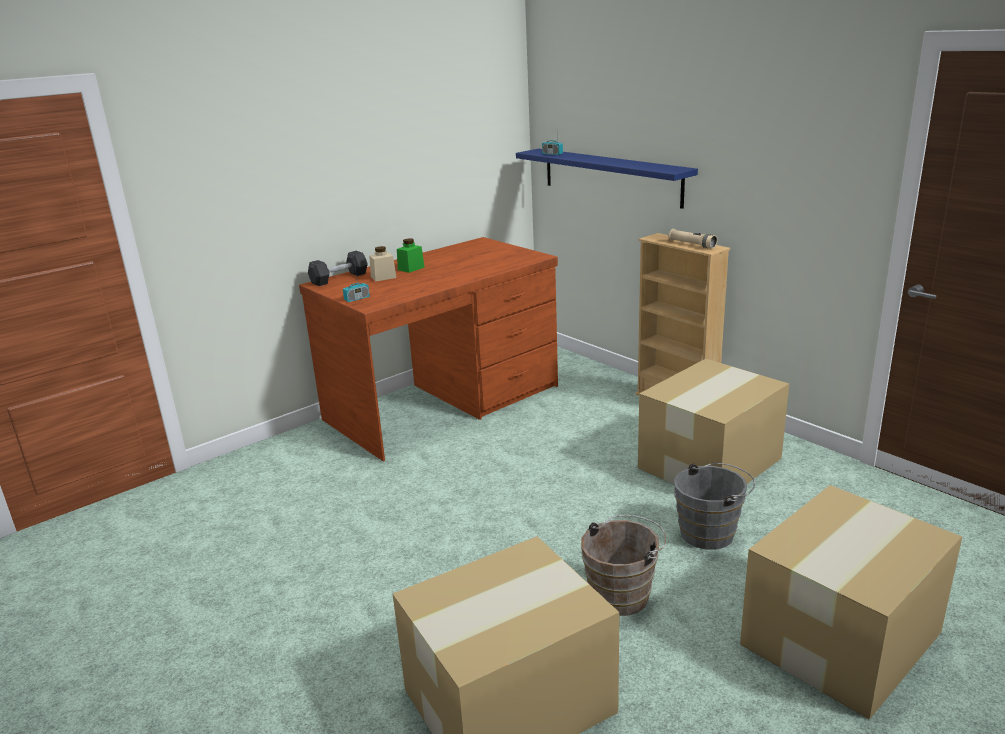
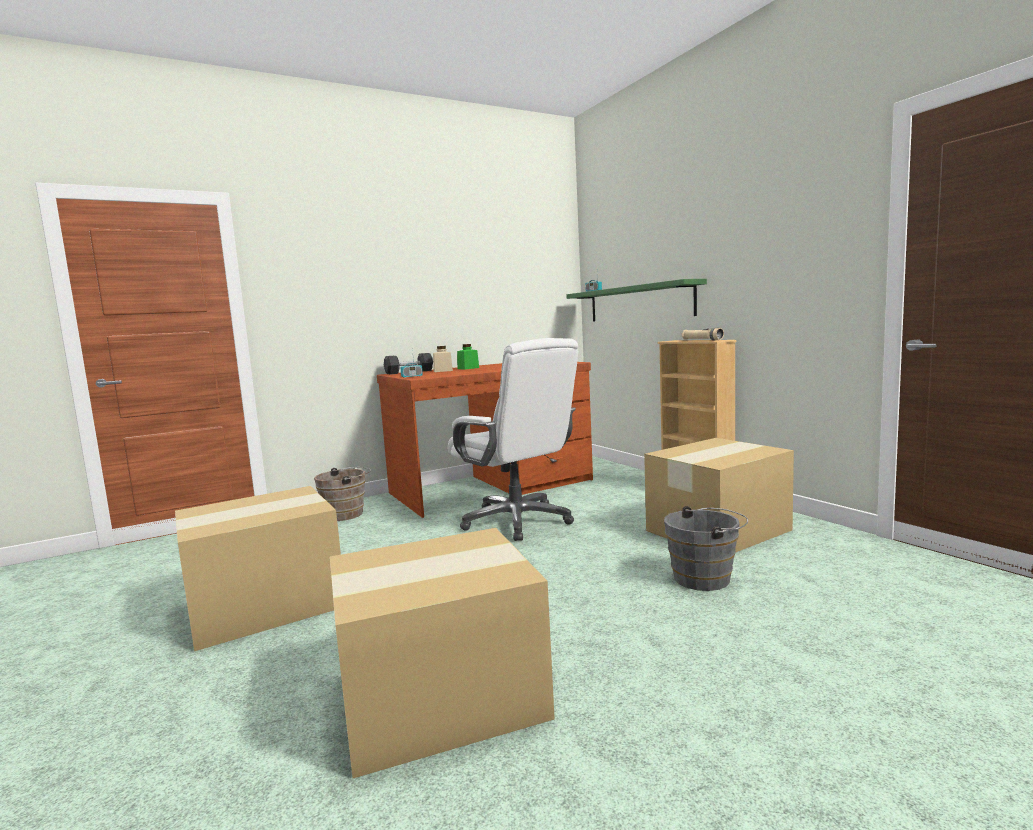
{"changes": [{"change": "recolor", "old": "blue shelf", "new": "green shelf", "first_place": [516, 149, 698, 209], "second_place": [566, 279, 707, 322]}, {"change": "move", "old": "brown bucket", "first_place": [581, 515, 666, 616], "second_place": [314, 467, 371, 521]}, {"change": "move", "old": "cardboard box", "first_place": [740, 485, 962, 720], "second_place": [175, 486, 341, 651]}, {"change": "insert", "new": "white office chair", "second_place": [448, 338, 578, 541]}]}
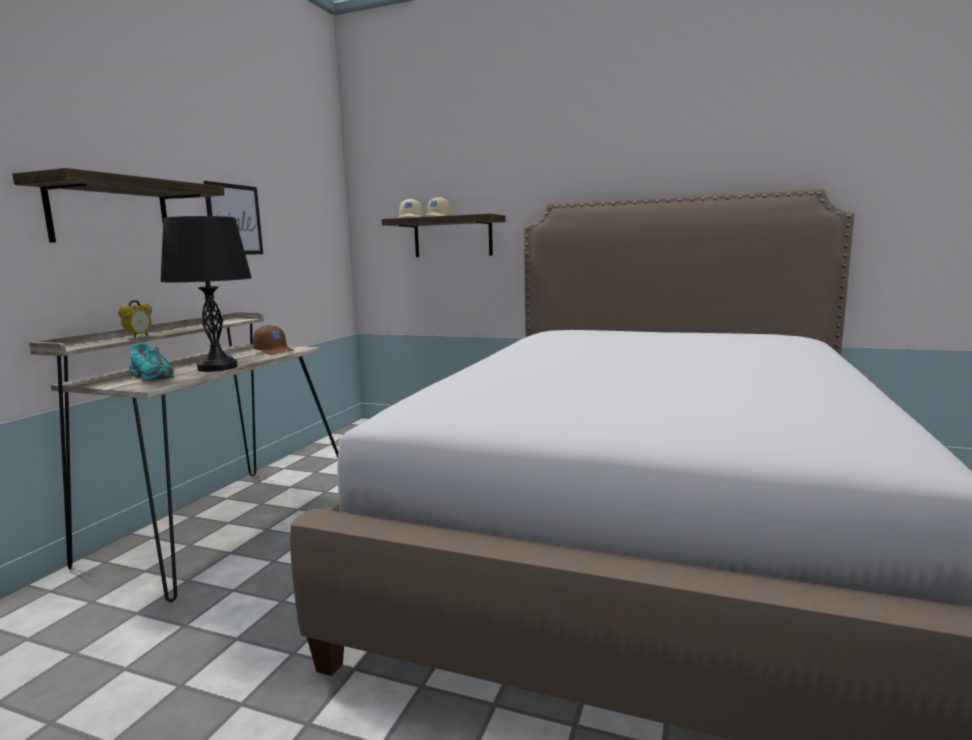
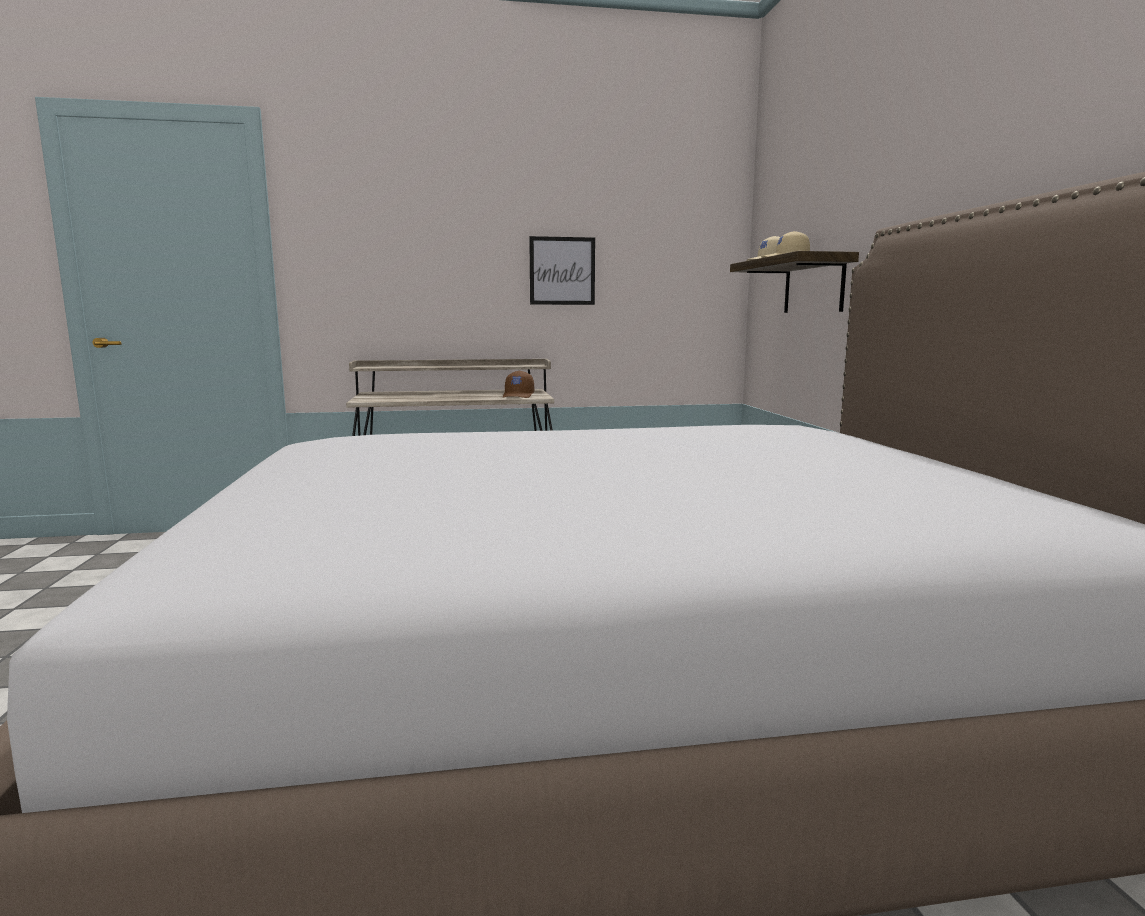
{"changes": [{"change": "delete", "old": "shelf", "first_place": [12, 168, 225, 243]}, {"change": "delete", "old": "alarm clock", "first_place": [118, 300, 152, 338]}, {"change": "delete", "old": "turquoise shoe", "first_place": [129, 343, 174, 381]}, {"change": "delete", "old": "black table lamp", "first_place": [160, 216, 252, 372]}]}
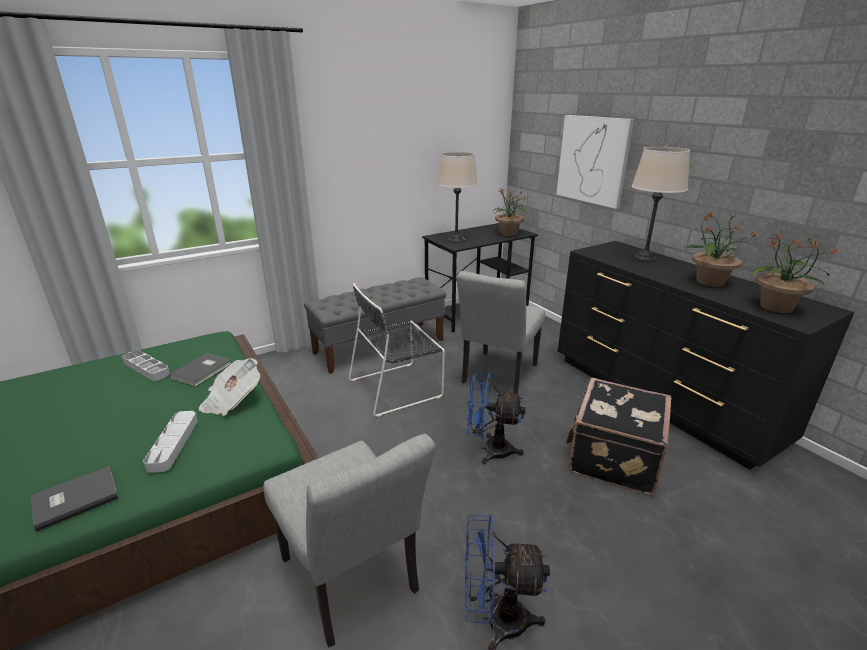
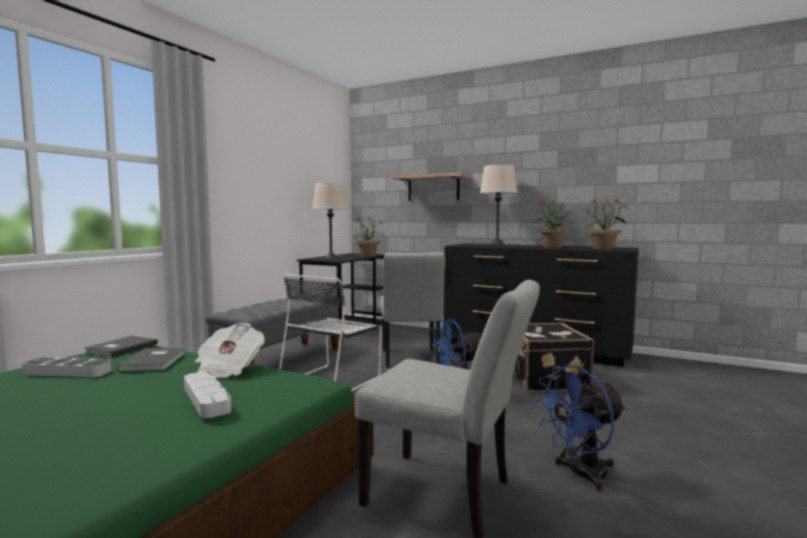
{"changes": [{"change": "move", "old": "grey book", "first_place": [31, 466, 118, 532], "second_place": [85, 336, 158, 358]}, {"change": "replace", "old": "picture", "new": "shelf", "first_place": [556, 115, 634, 209], "second_place": [391, 173, 468, 201]}]}
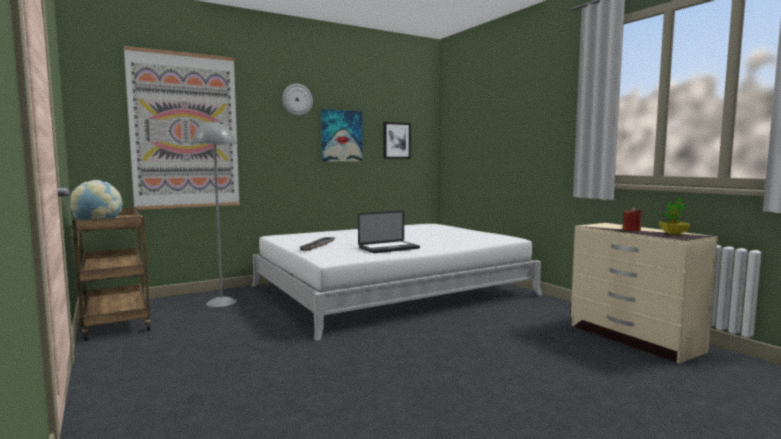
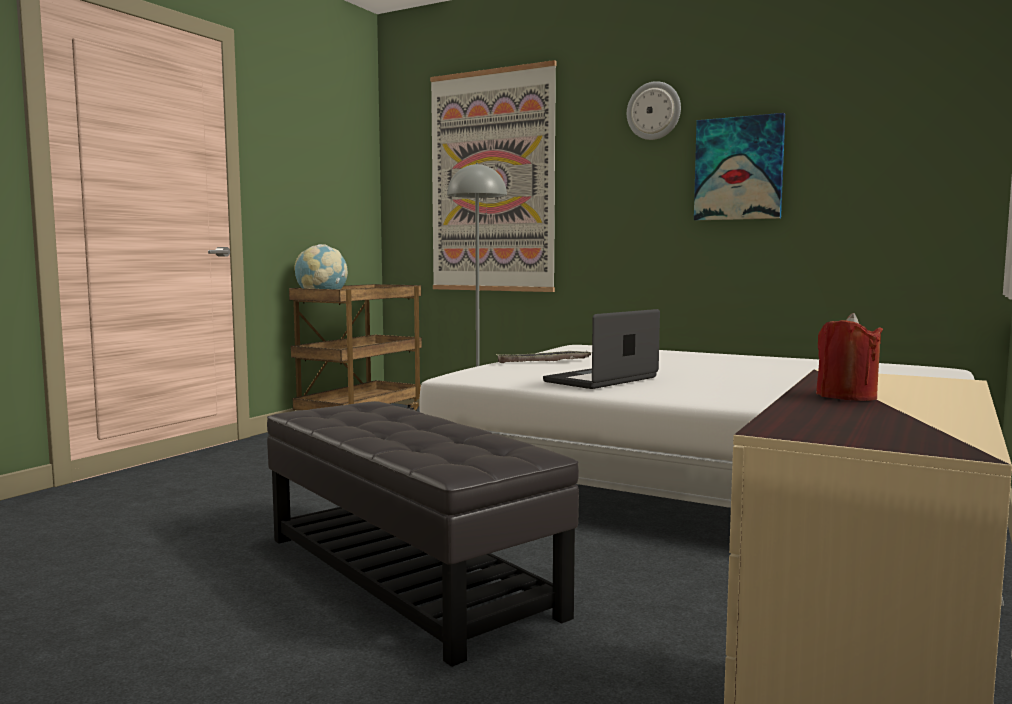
{"changes": [{"change": "rotate", "old": "laptop", "first_place": [358, 211, 420, 253], "second_place": [543, 309, 660, 389], "degrees": 105}, {"change": "delete", "old": "picture", "first_place": [383, 122, 411, 159]}, {"change": "delete", "old": "potted plant", "first_place": [659, 198, 691, 235]}, {"change": "insert", "new": "black ottoman", "second_place": [267, 401, 579, 667]}]}
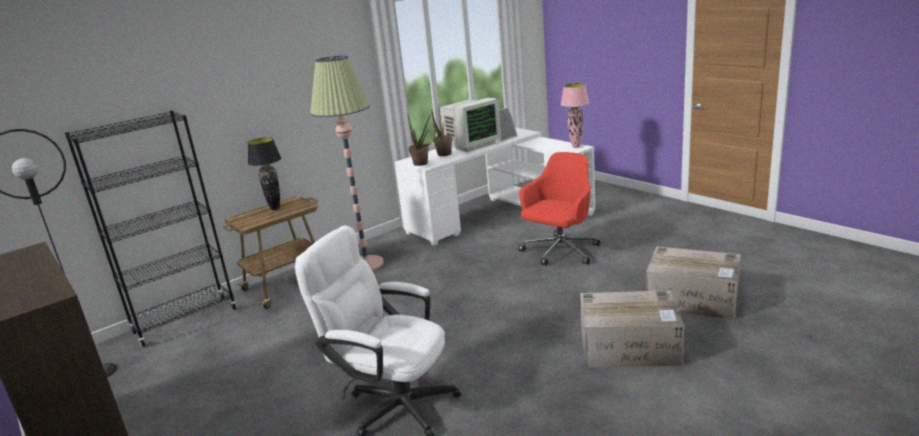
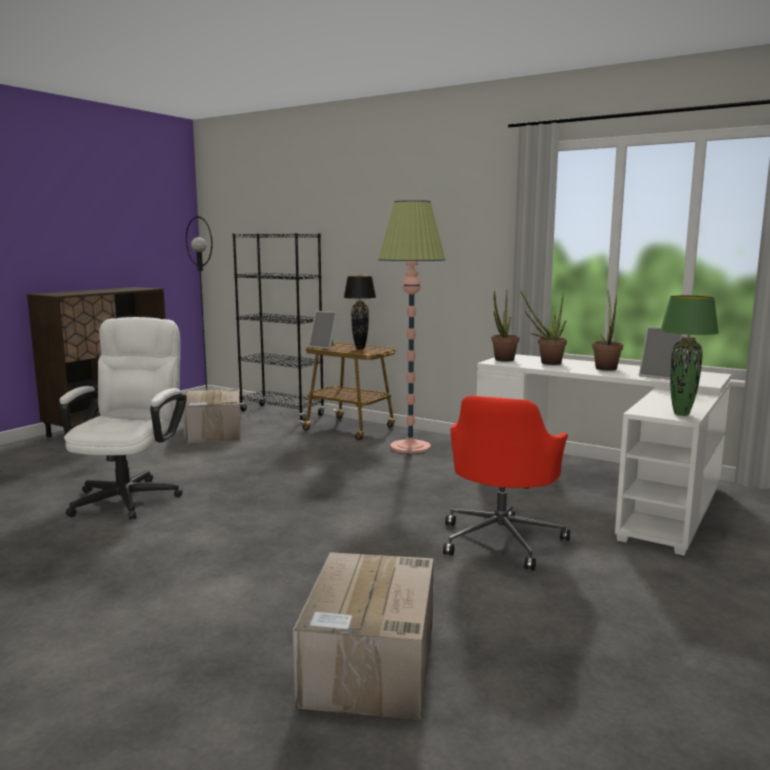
{"changes": [{"change": "replace", "old": "monitor", "new": "potted plant", "first_place": [439, 97, 501, 152], "second_place": [592, 290, 623, 371]}, {"change": "rotate", "old": "red office chair", "first_place": [518, 152, 600, 266], "second_place": [443, 395, 570, 570], "degrees": 90}, {"change": "recolor", "old": "pink table lamp", "new": "green table lamp", "first_place": [561, 83, 589, 148], "second_place": [660, 295, 719, 416]}, {"change": "move", "old": "cardboard box", "first_place": [580, 290, 684, 367], "second_place": [183, 389, 241, 443]}, {"change": "insert", "new": "picture frame", "second_place": [309, 311, 337, 349]}]}
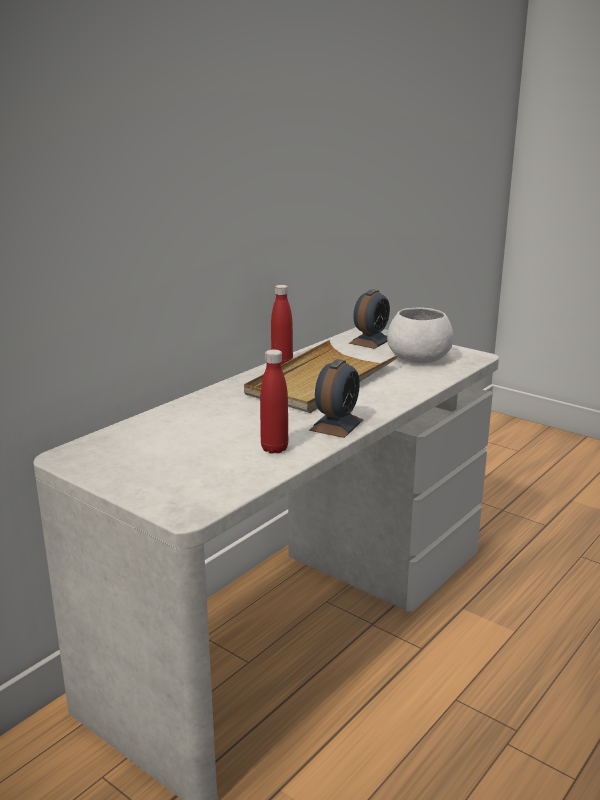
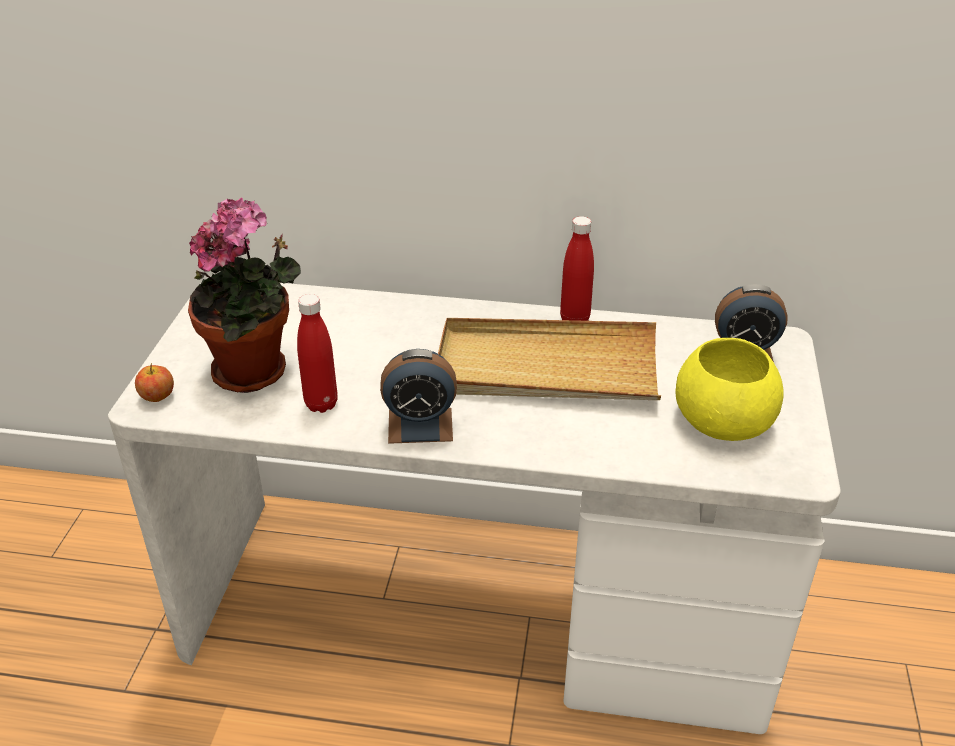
{"changes": [{"change": "recolor", "old": "white bowl", "new": "yellow bowl", "first_place": [387, 308, 453, 363], "second_place": [676, 338, 784, 441]}, {"change": "insert", "new": "apple", "second_place": [135, 363, 174, 402]}, {"change": "insert", "new": "potted plant", "second_place": [188, 197, 301, 393]}]}
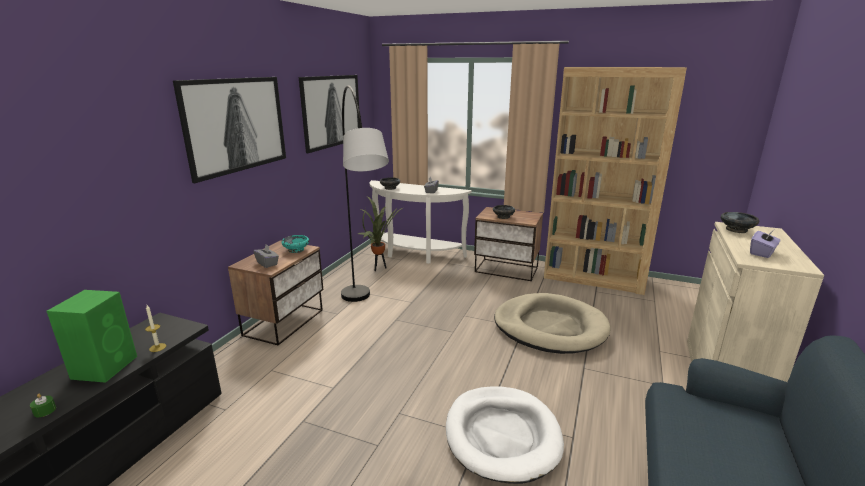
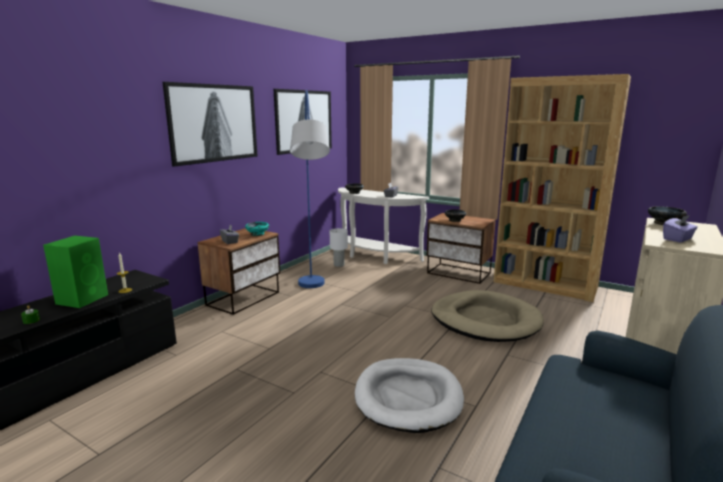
{"changes": [{"change": "recolor", "old": "grey floor lamp", "new": "blue floor lamp", "first_place": [341, 85, 389, 302], "second_place": [290, 90, 330, 288]}, {"change": "replace", "old": "potted plant", "new": "white table lamp", "first_place": [358, 196, 403, 271], "second_place": [330, 228, 348, 267]}]}
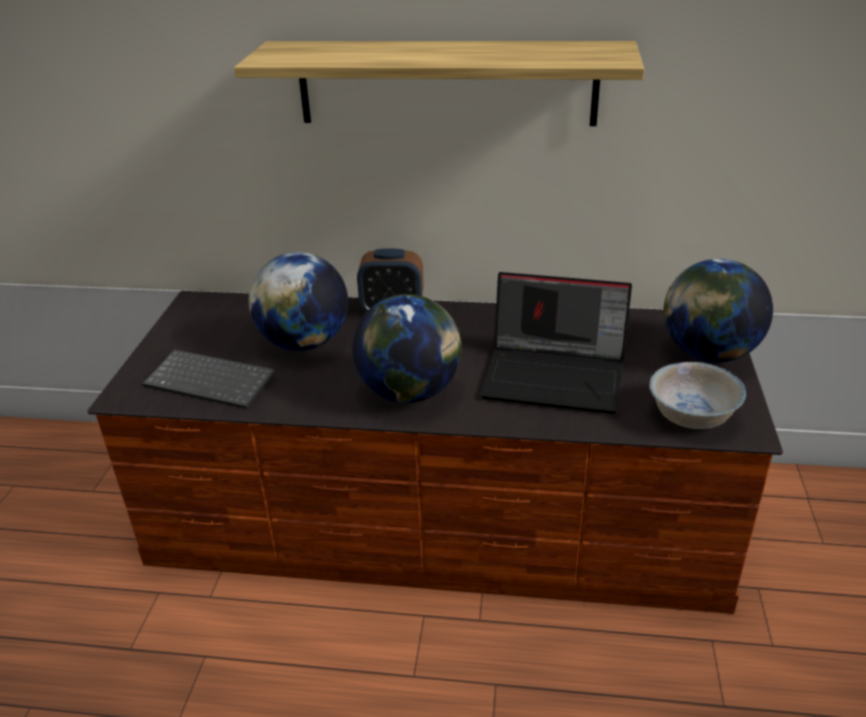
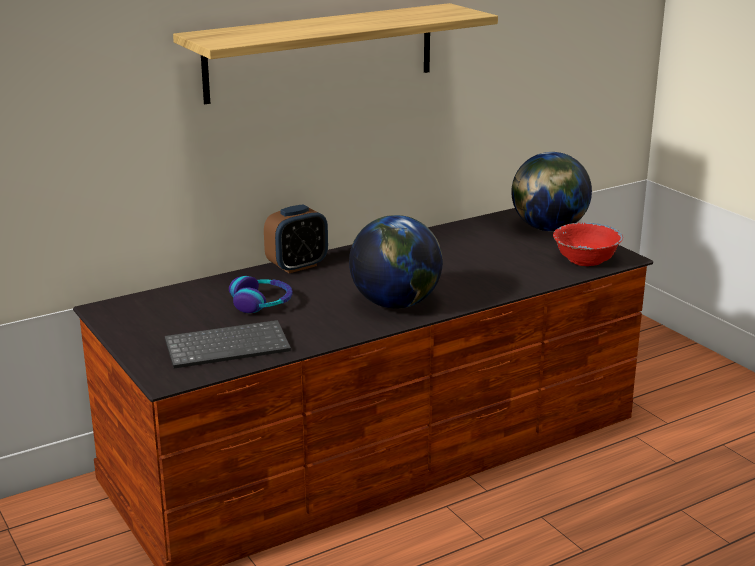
{"changes": [{"change": "replace", "old": "globe", "new": "headphones", "first_place": [248, 252, 348, 351], "second_place": [229, 276, 293, 313]}, {"change": "delete", "old": "laptop", "first_place": [480, 272, 632, 414]}, {"change": "recolor", "old": "white bowl", "new": "red bowl", "first_place": [649, 362, 746, 429], "second_place": [553, 222, 623, 266]}]}
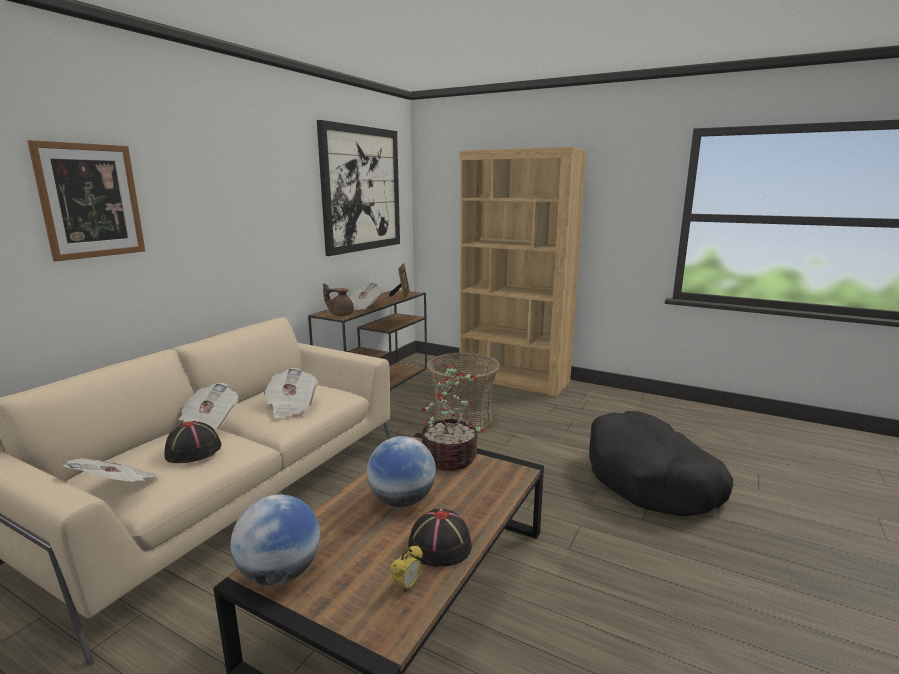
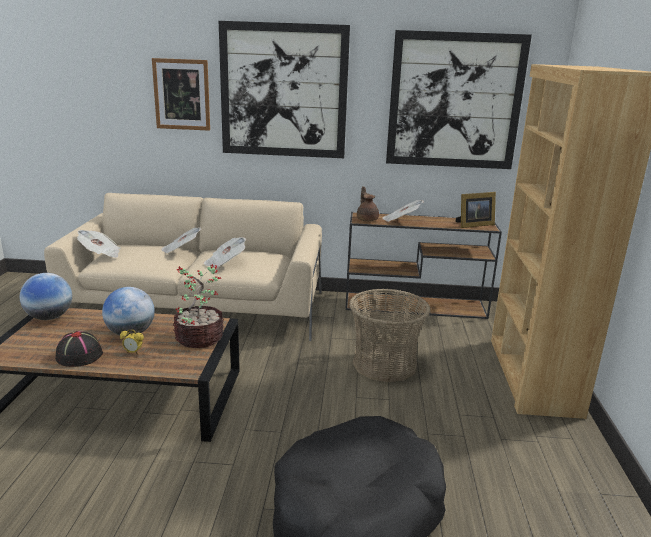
{"changes": [{"change": "delete", "old": "black hat", "first_place": [164, 421, 222, 463]}, {"change": "move", "old": "alarm clock", "first_place": [390, 545, 423, 593], "second_place": [120, 329, 144, 354]}, {"change": "insert", "new": "picture", "second_place": [219, 21, 350, 158]}]}
